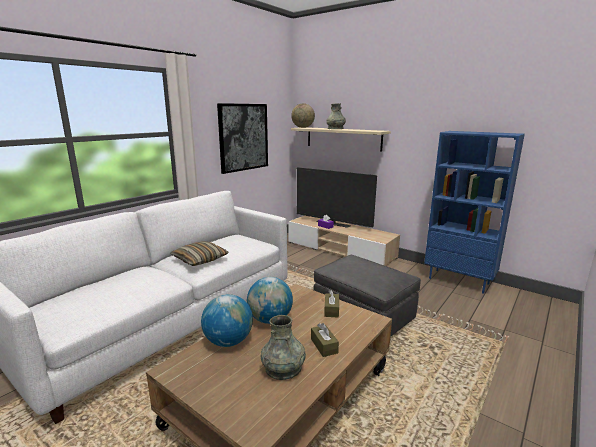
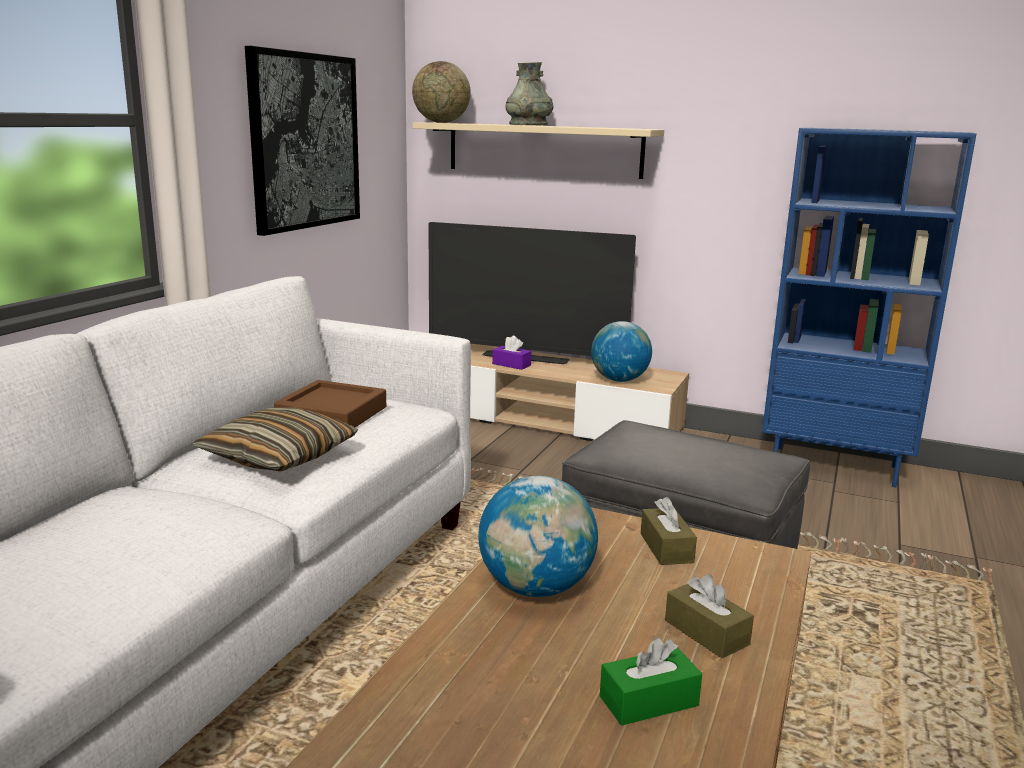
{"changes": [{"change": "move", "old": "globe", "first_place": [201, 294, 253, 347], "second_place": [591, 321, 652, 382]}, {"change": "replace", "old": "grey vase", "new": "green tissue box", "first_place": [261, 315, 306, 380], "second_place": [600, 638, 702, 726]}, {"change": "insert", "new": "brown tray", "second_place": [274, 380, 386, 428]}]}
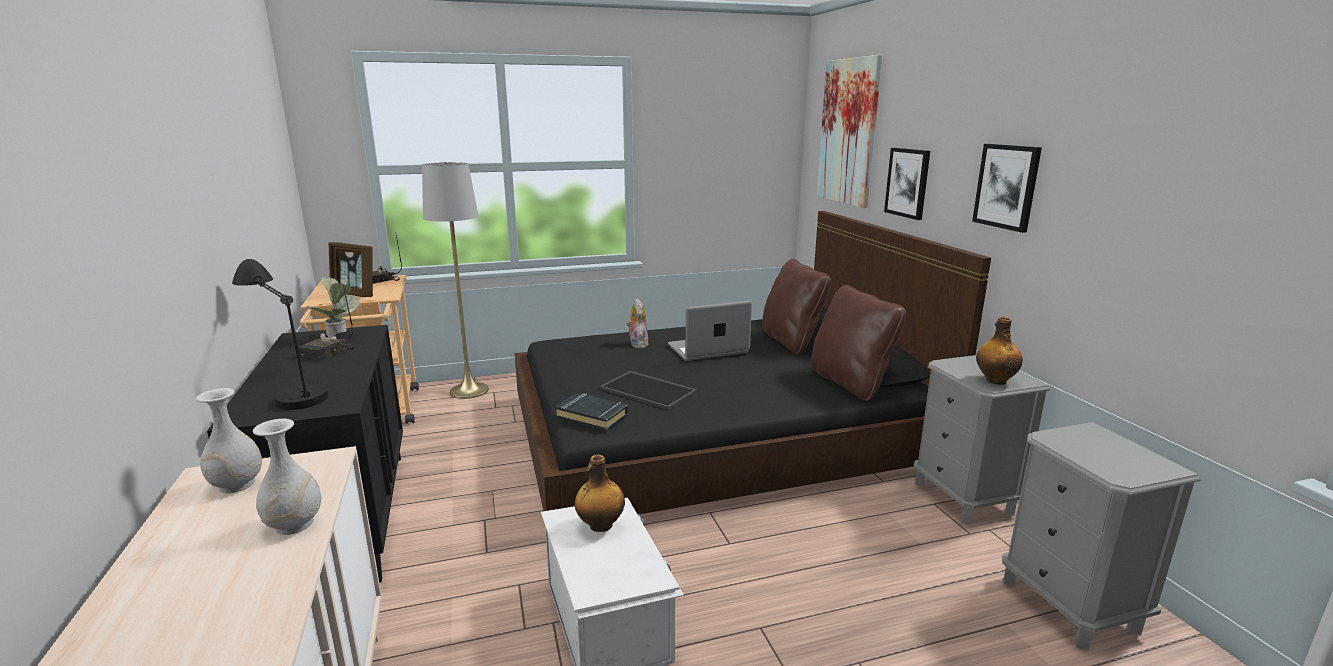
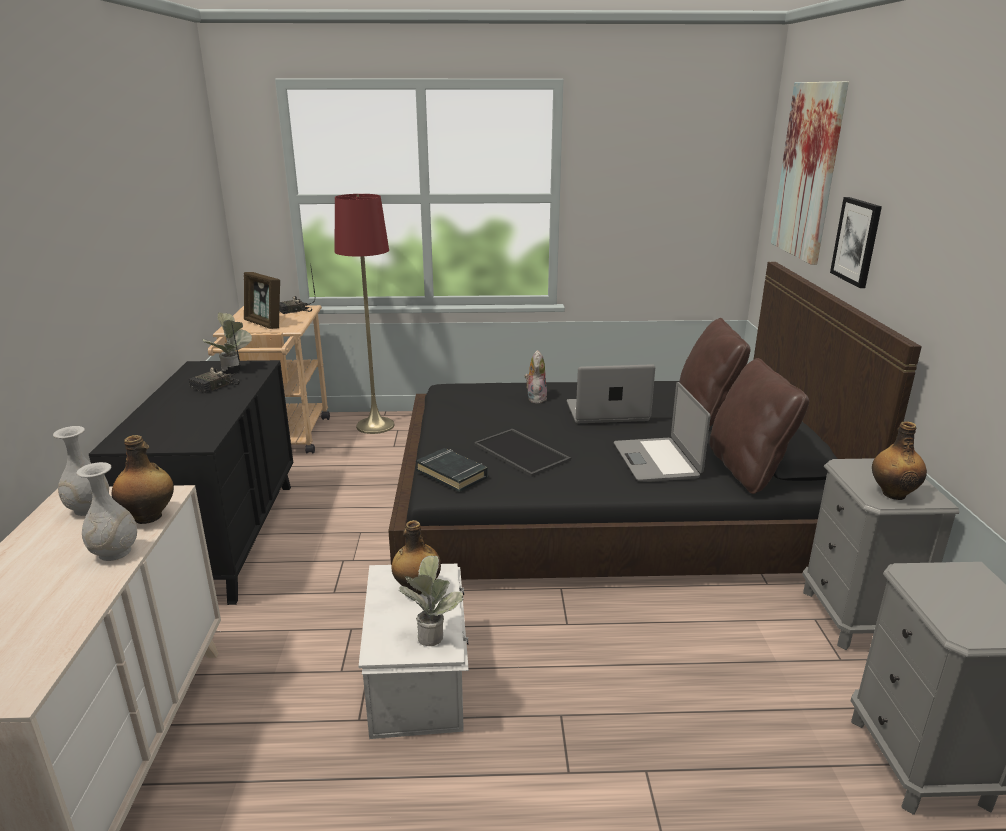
{"changes": [{"change": "delete", "old": "black table lamp", "first_place": [232, 259, 328, 410]}, {"change": "recolor", "old": "grey floor lamp", "new": "red floor lamp", "first_place": [422, 162, 489, 399], "second_place": [334, 194, 395, 434]}, {"change": "delete", "old": "picture", "first_place": [972, 144, 1042, 233]}, {"change": "insert", "new": "bottle", "second_place": [111, 435, 174, 524]}, {"change": "insert", "new": "potted plant", "second_place": [399, 556, 464, 646]}, {"change": "insert", "new": "laptop", "second_place": [614, 382, 711, 482]}]}
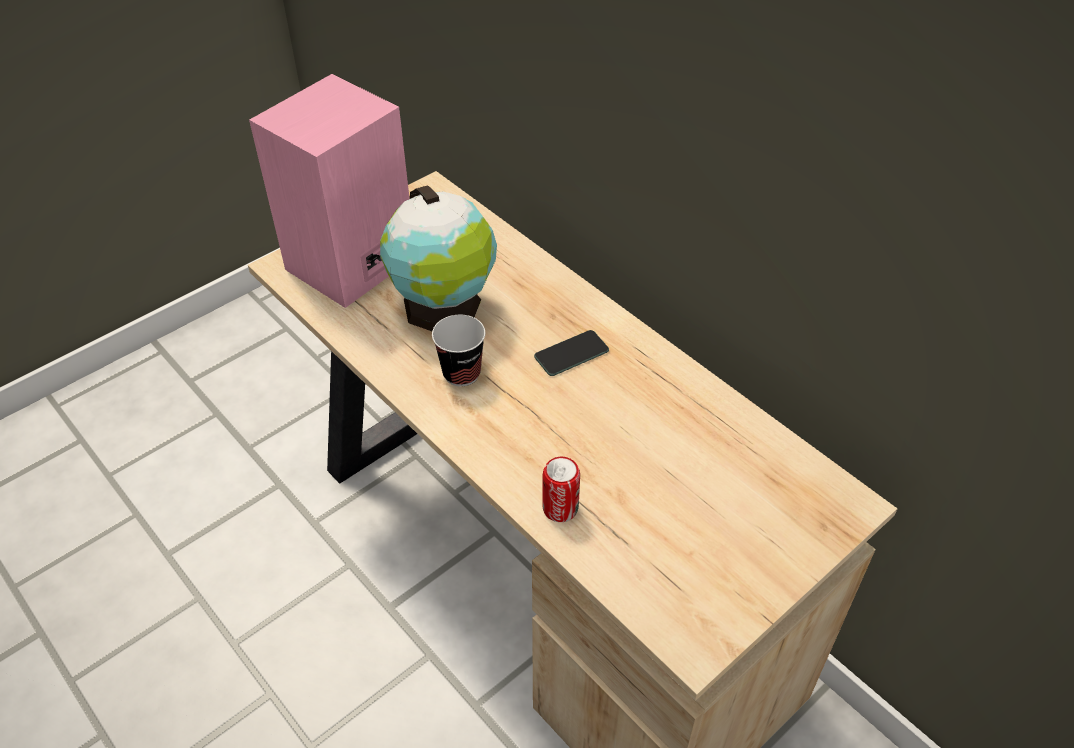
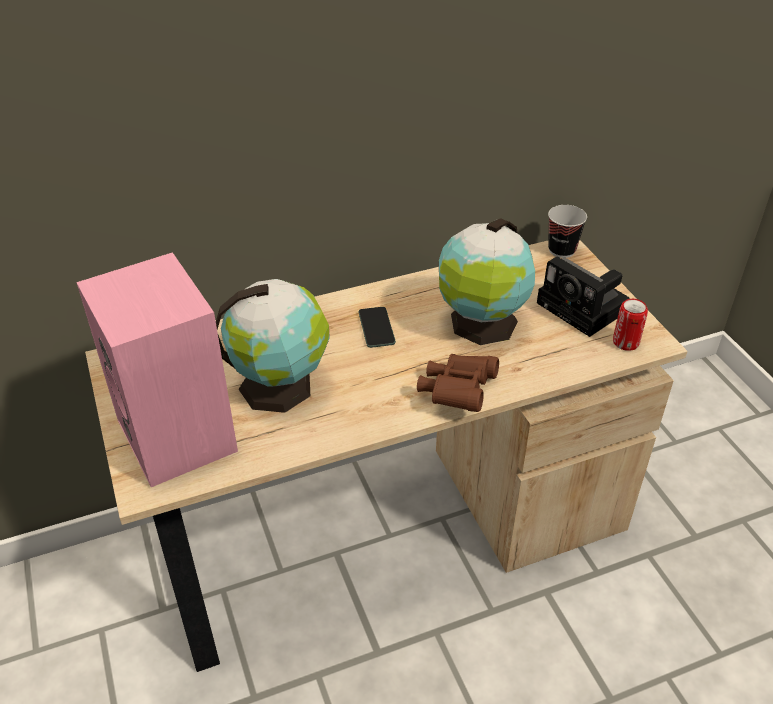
{"changes": [{"change": "move", "old": "cup", "first_place": [432, 315, 485, 386], "second_place": [548, 205, 587, 258]}, {"change": "move", "old": "can", "first_place": [542, 457, 580, 522], "second_place": [613, 299, 648, 351]}, {"change": "insert", "new": "brown binoculars", "second_place": [417, 354, 499, 412]}, {"change": "insert", "new": "globe", "second_place": [439, 218, 535, 345]}, {"change": "insert", "new": "photo camera", "second_place": [537, 256, 630, 337]}]}
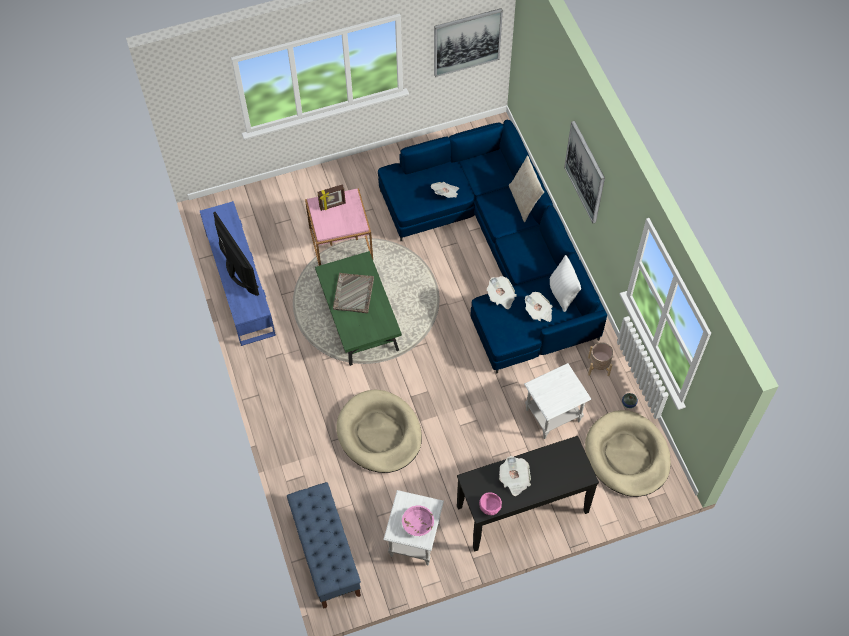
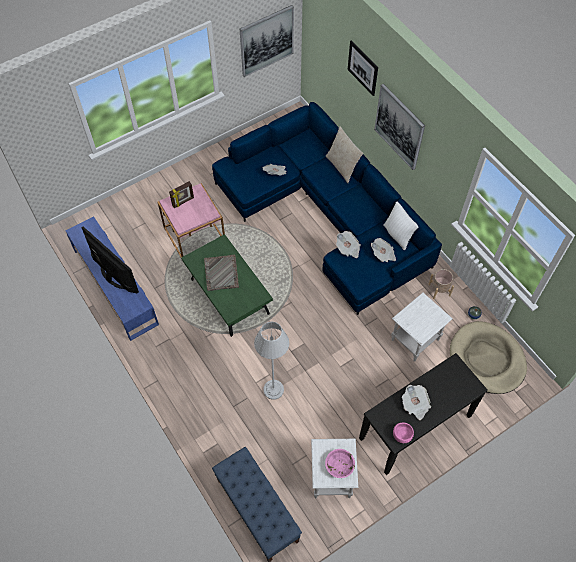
{"changes": [{"change": "replace", "old": "beige dog bed", "new": "grey floor lamp", "first_place": [336, 389, 422, 473], "second_place": [254, 322, 290, 400]}, {"change": "insert", "new": "picture", "second_place": [348, 41, 378, 96]}]}
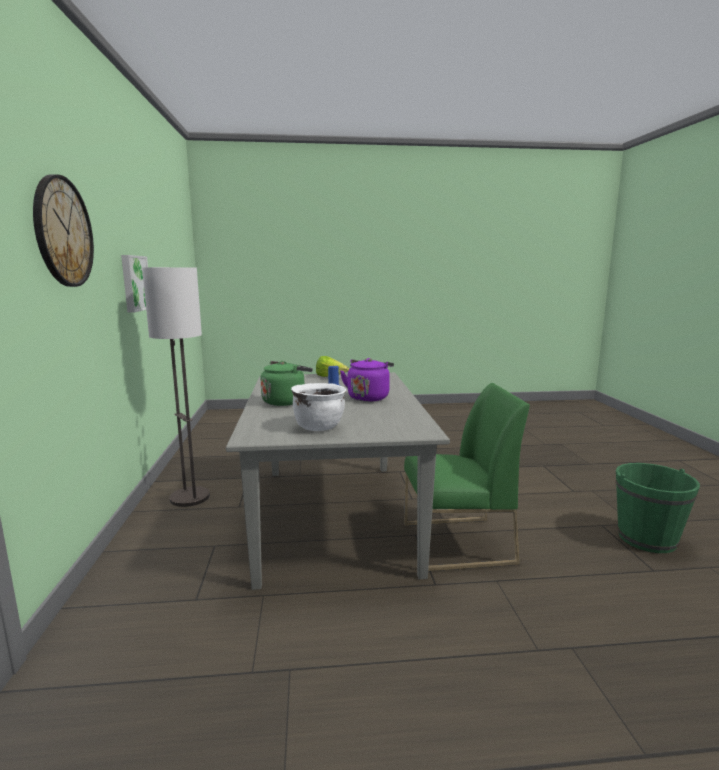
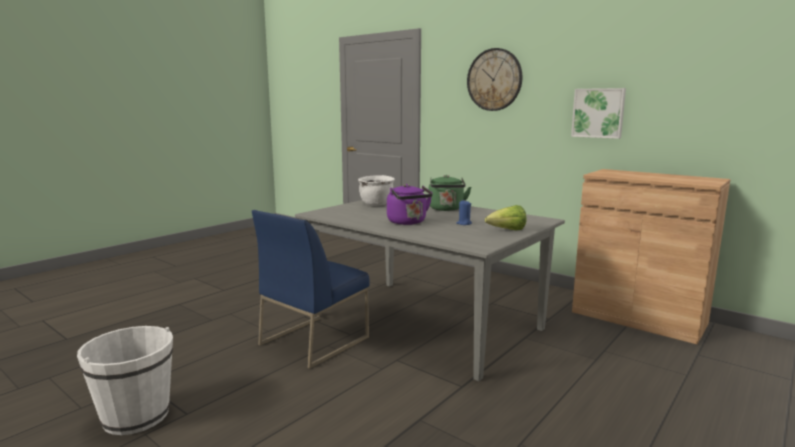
{"changes": [{"change": "delete", "old": "floor lamp", "first_place": [142, 267, 210, 507]}, {"change": "recolor", "old": "green chair", "new": "blue chair", "first_place": [404, 383, 530, 571], "second_place": [252, 210, 370, 369]}, {"change": "recolor", "old": "green bucket", "new": "white bucket", "first_place": [616, 463, 700, 553], "second_place": [77, 326, 173, 435]}, {"change": "insert", "new": "brown cabinet", "second_place": [572, 169, 731, 345]}]}
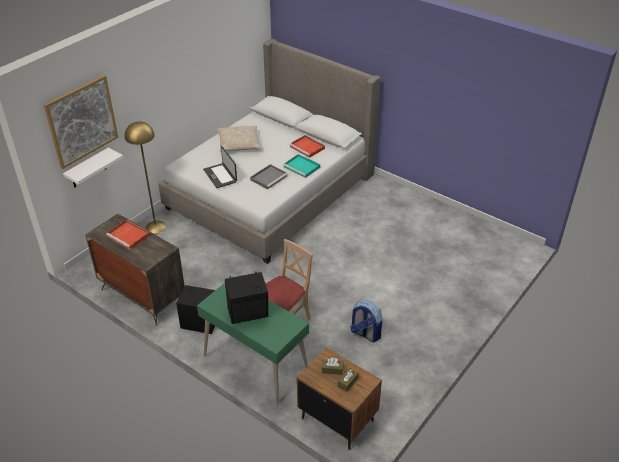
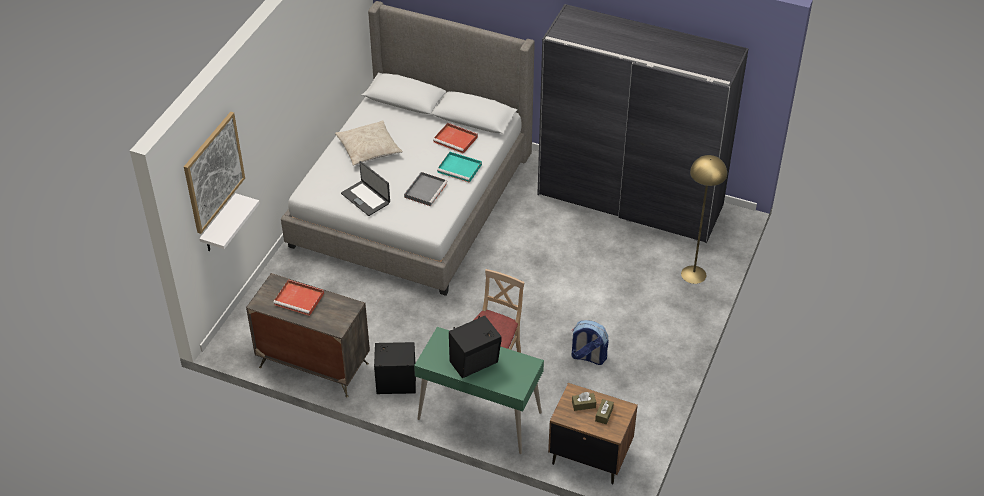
{"changes": [{"change": "move", "old": "yellow floor lamp", "first_place": [124, 121, 166, 233], "second_place": [681, 155, 727, 284]}, {"change": "insert", "new": "grey wardrobe", "second_place": [537, 4, 749, 243]}]}
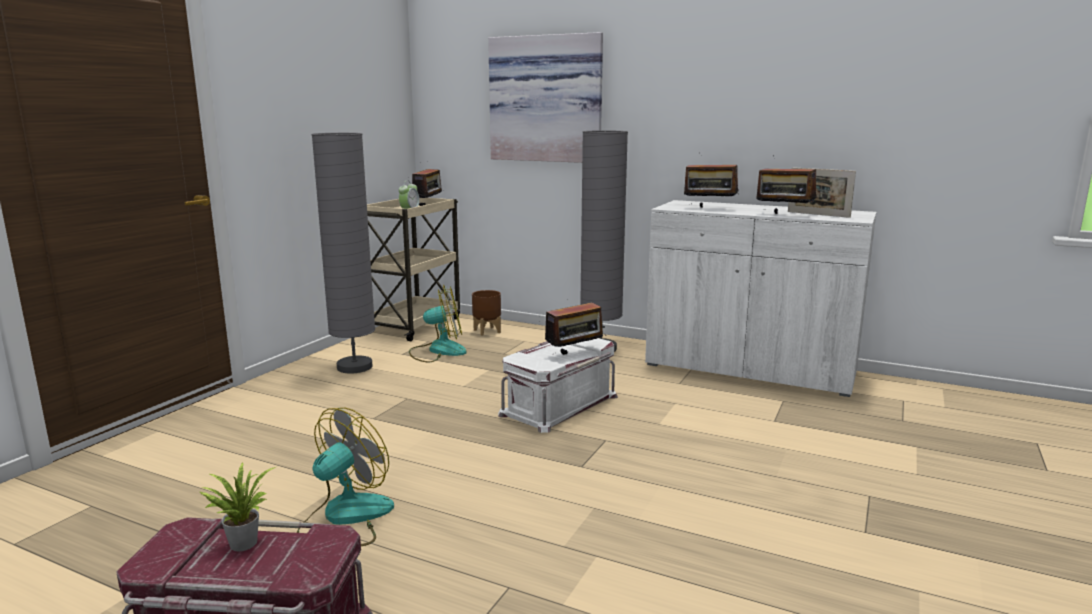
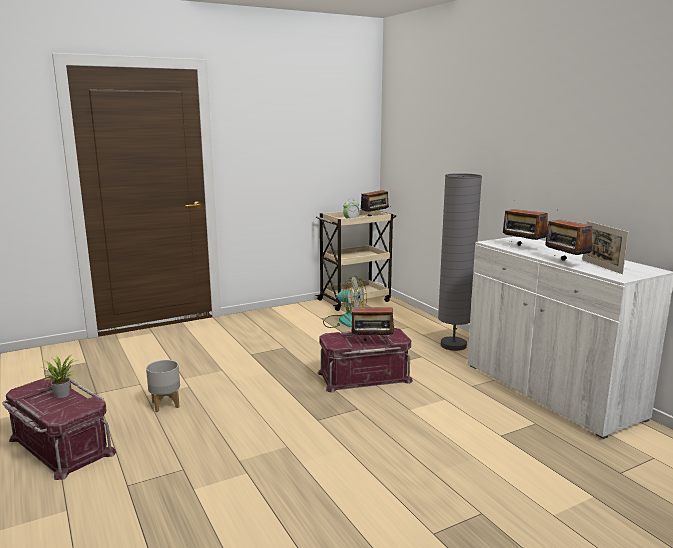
{"changes": [{"change": "replace", "old": "fan", "new": "grey planter", "first_place": [297, 408, 394, 546], "second_place": [146, 360, 180, 412]}, {"change": "delete", "old": "grey floor lamp", "first_place": [312, 133, 375, 374]}, {"change": "delete", "old": "brown planter", "first_place": [472, 290, 501, 336]}, {"change": "delete", "old": "picture", "first_place": [488, 32, 603, 163]}, {"change": "recolor", "old": "white storage box", "new": "red storage box", "first_place": [498, 338, 618, 433], "second_place": [317, 328, 413, 393]}]}
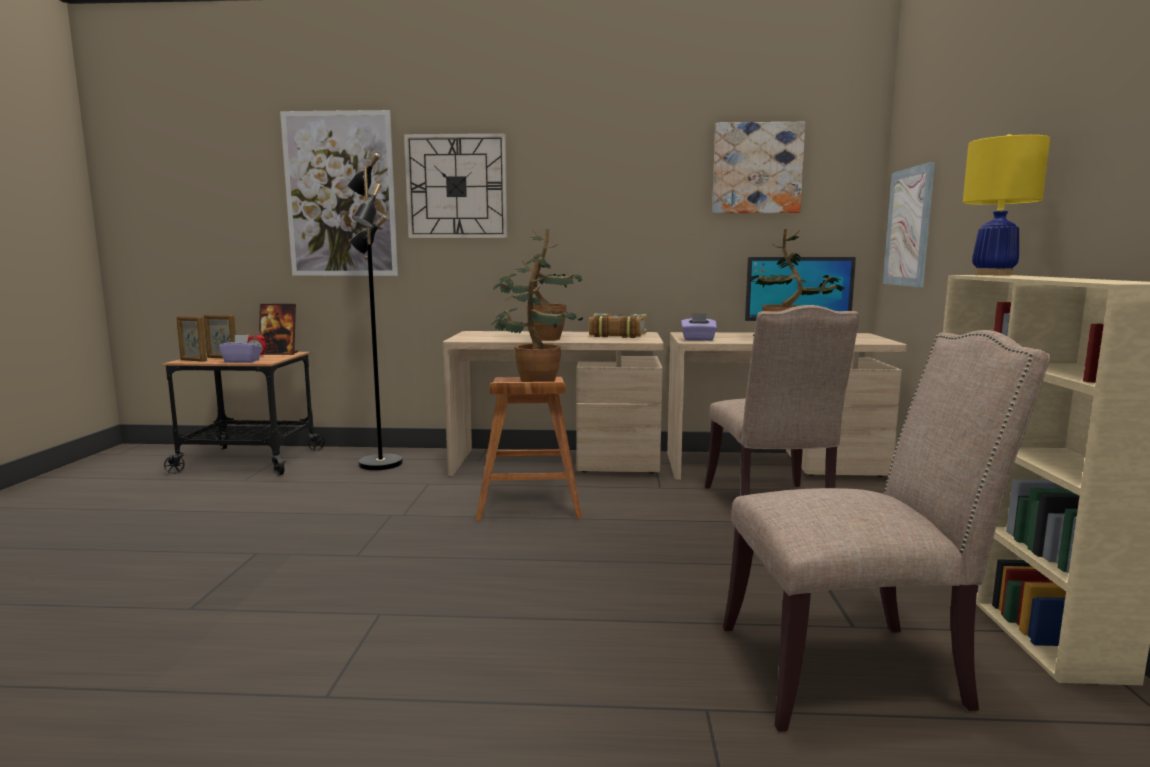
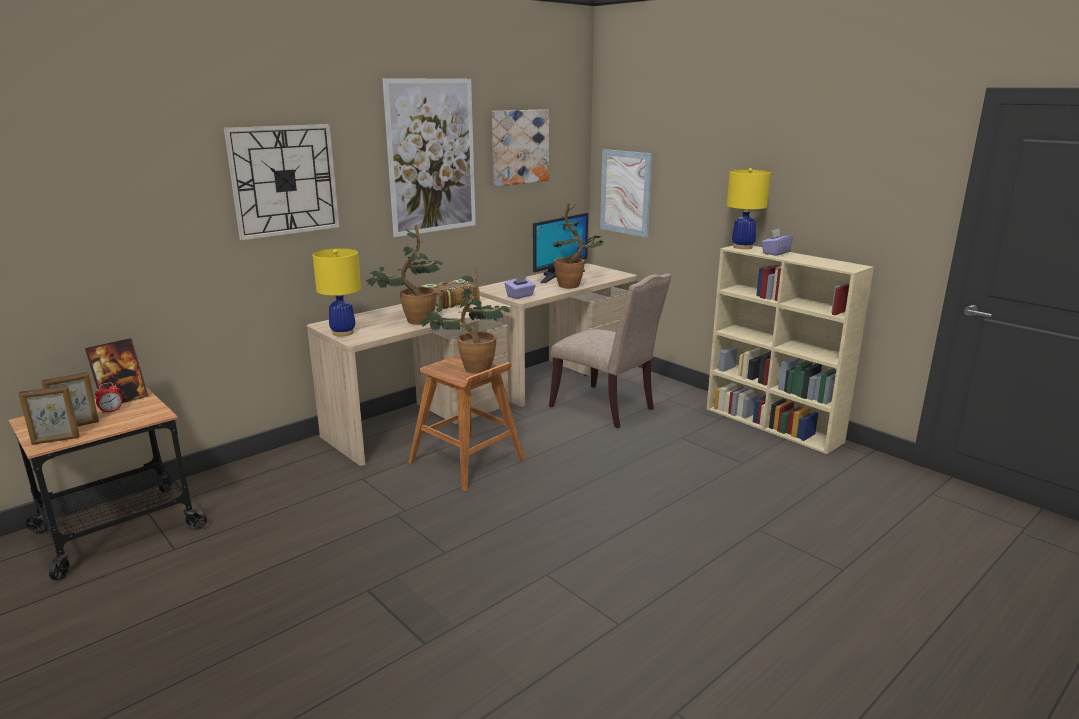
{"changes": [{"change": "move", "old": "purple tissue box", "first_place": [219, 335, 262, 363], "second_place": [761, 229, 793, 256]}, {"change": "move", "old": "picture", "first_place": [280, 110, 398, 276], "second_place": [382, 78, 476, 237]}, {"change": "delete", "old": "black floor lamp", "first_place": [347, 153, 403, 470]}, {"change": "delete", "old": "beige chair", "first_place": [723, 330, 1050, 732]}, {"change": "insert", "new": "yellow table lamp", "second_place": [312, 248, 361, 337]}]}
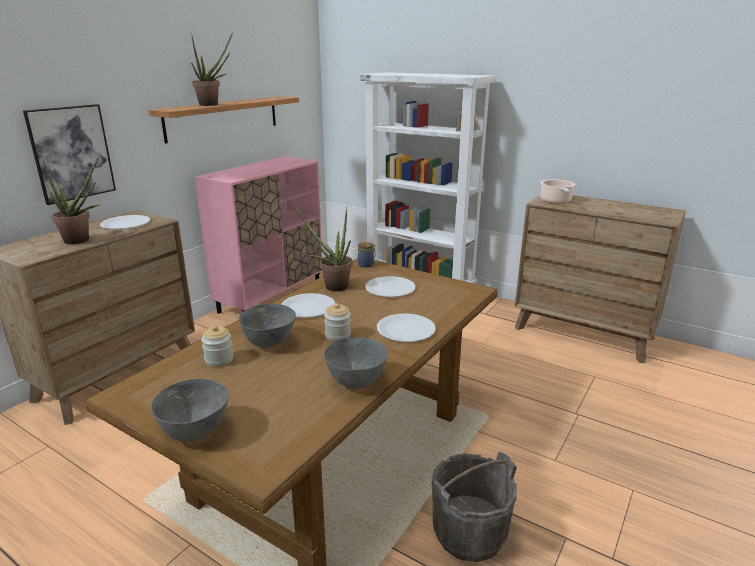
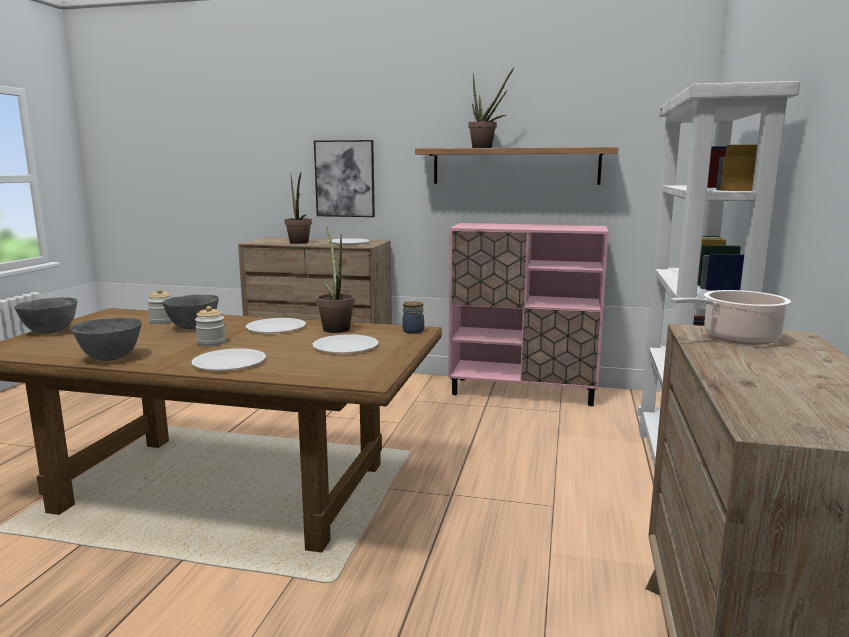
{"changes": [{"change": "delete", "old": "grey bucket", "first_place": [432, 452, 517, 562]}]}
